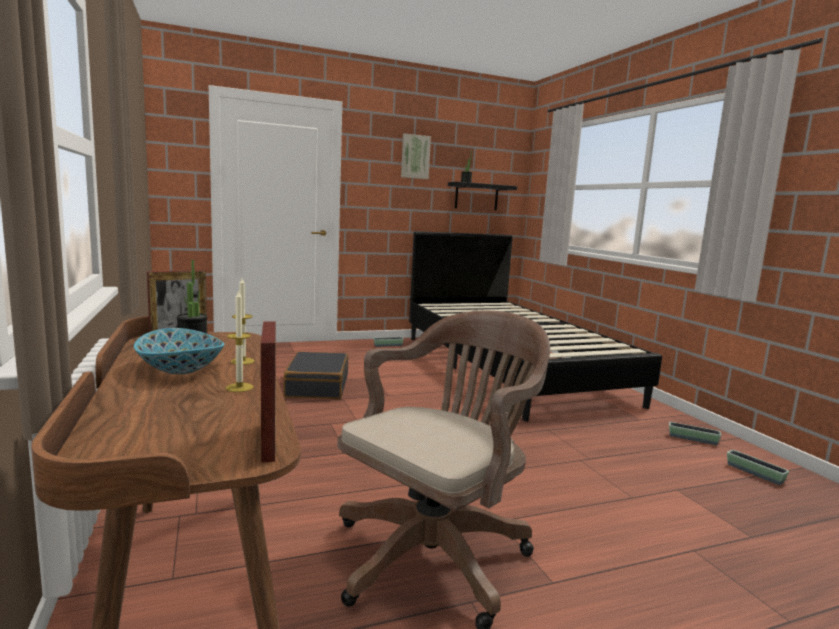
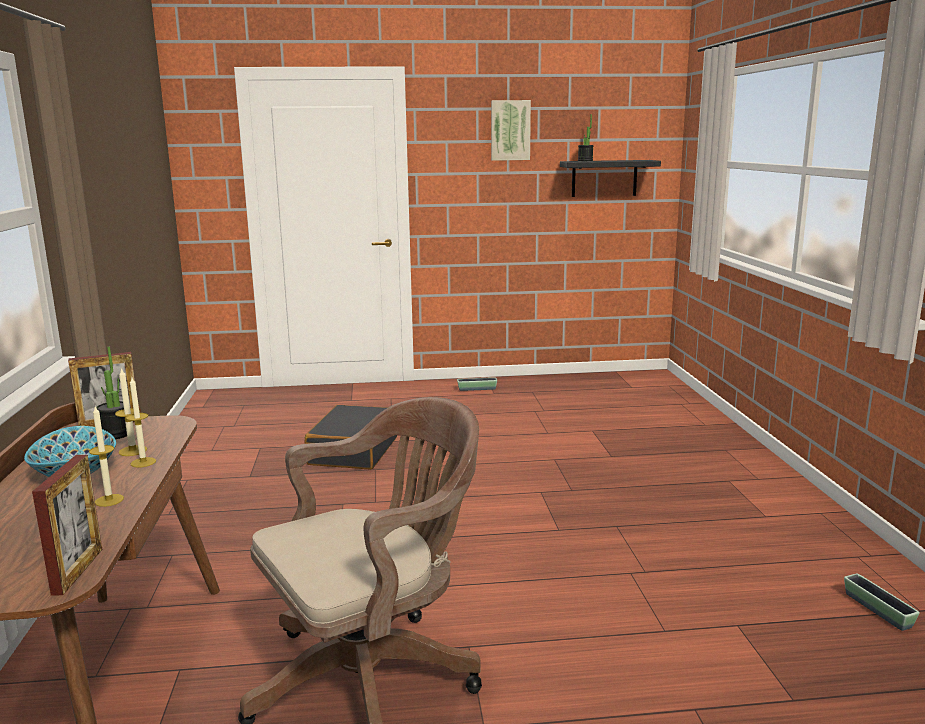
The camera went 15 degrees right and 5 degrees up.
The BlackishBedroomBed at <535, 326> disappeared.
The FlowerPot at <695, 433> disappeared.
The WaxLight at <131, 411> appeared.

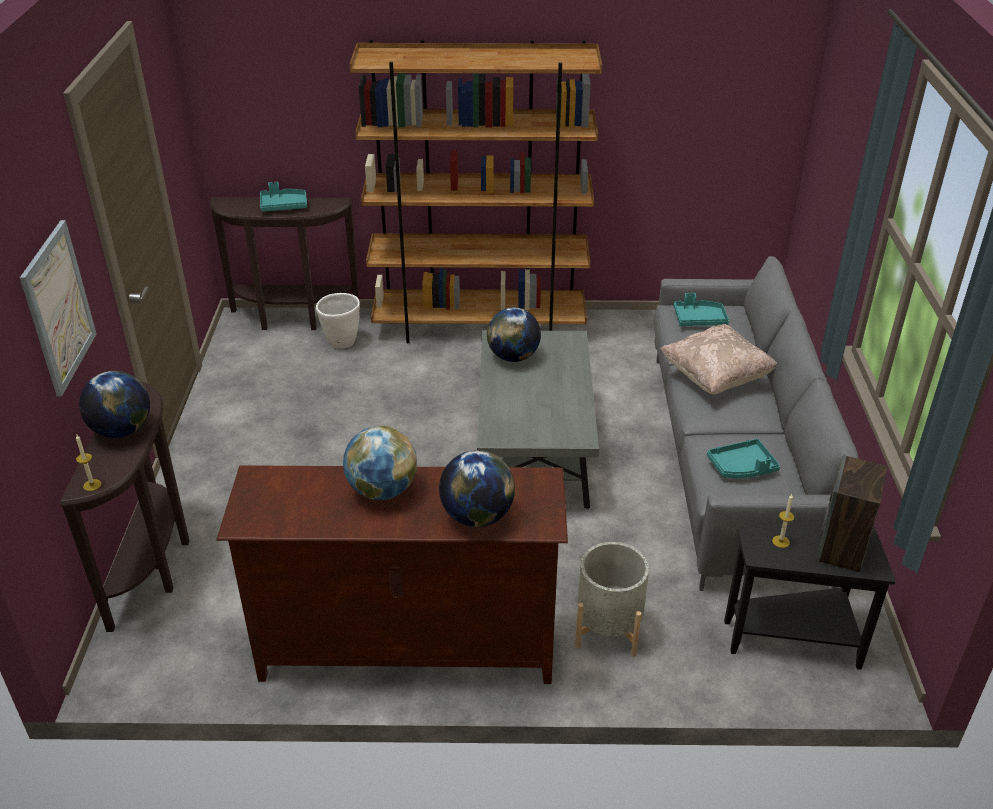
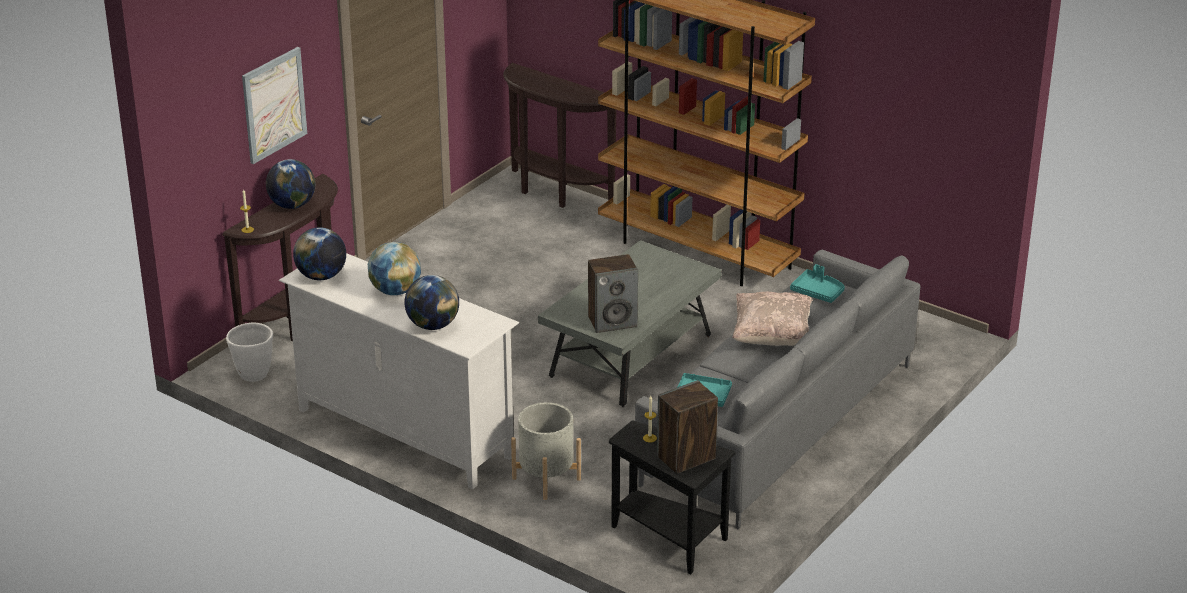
The camera went 35 degrees right and 5 degrees down.
The TurquoiseColouredCarryingTray at <283, 196> disappeared.
The Loudspeaker at <613, 293> appeared.
The WhiteColouredFlowerPot moved from <338, 321> to <249, 352>.
The Globe moved from <514, 334> to <319, 253>.
The BrownishTvUnit at <392, 574> became the WhiteColouredTvUnit at <399, 371>.

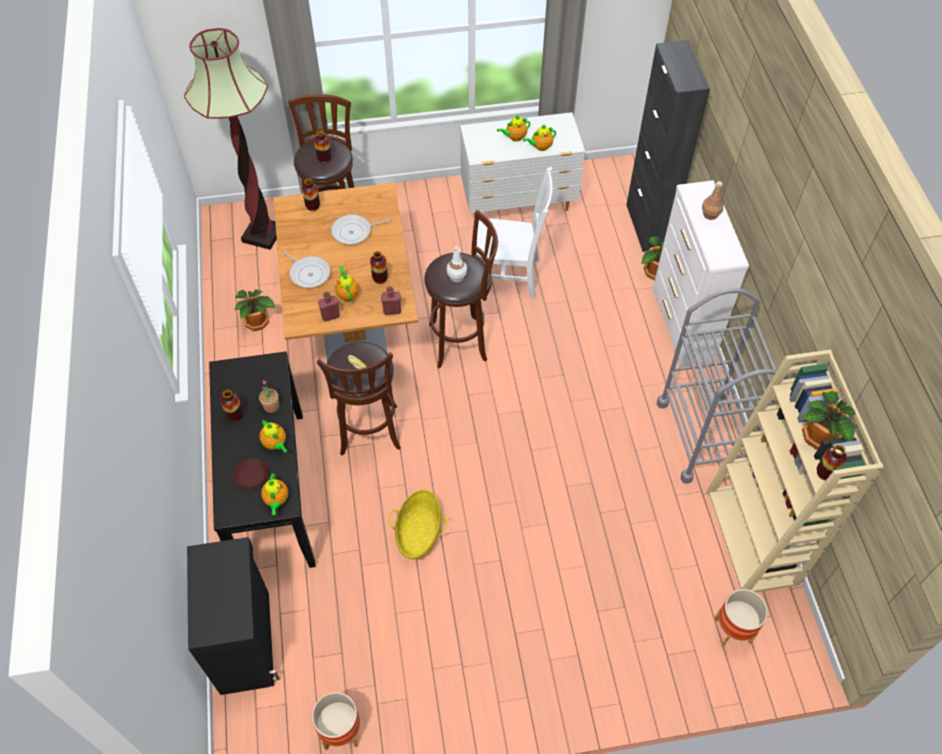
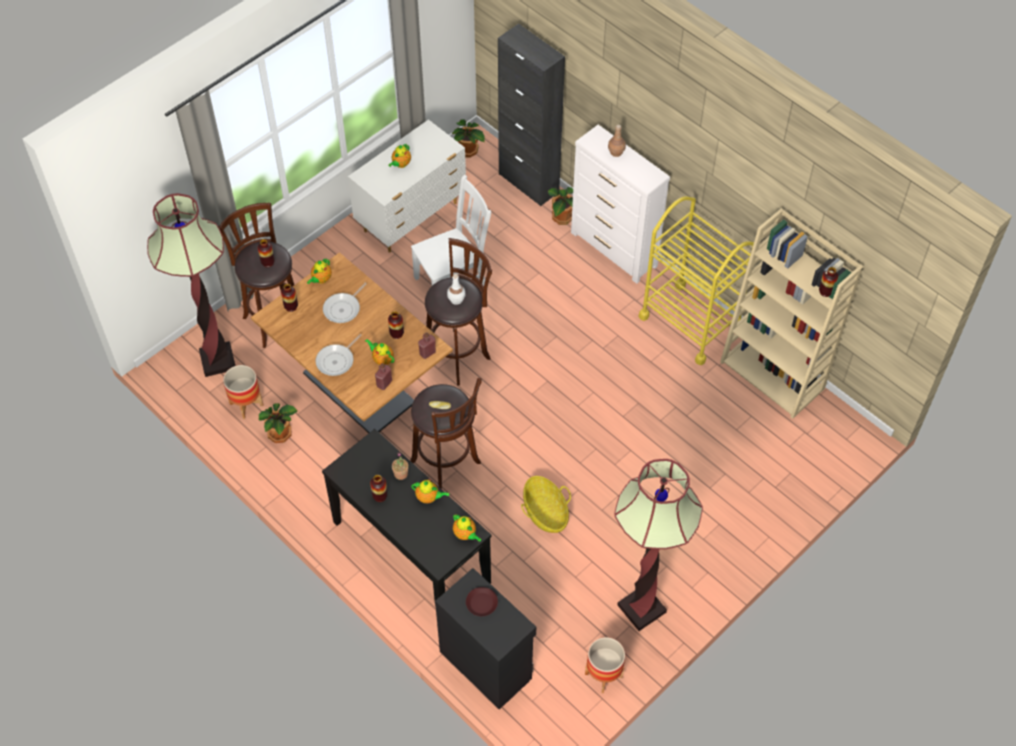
The camera went 35 degrees left and 0 degrees up.
The StandingLamp at <658, 545> appeared.
The BrownishDinnerPlate moved from <251, 474> to <482, 601>.
The Teapot moved from <539, 137> to <319, 271>.
The FlowerPot moved from <741, 618> to <243, 392>.
The Houseplant moved from <828, 420> to <468, 138>.
The GreyWheeledCart at <724, 386> became the YellowishWheeledCart at <696, 280>.
The FryingPan at <306, 269> turned 120 degrees clockwise.

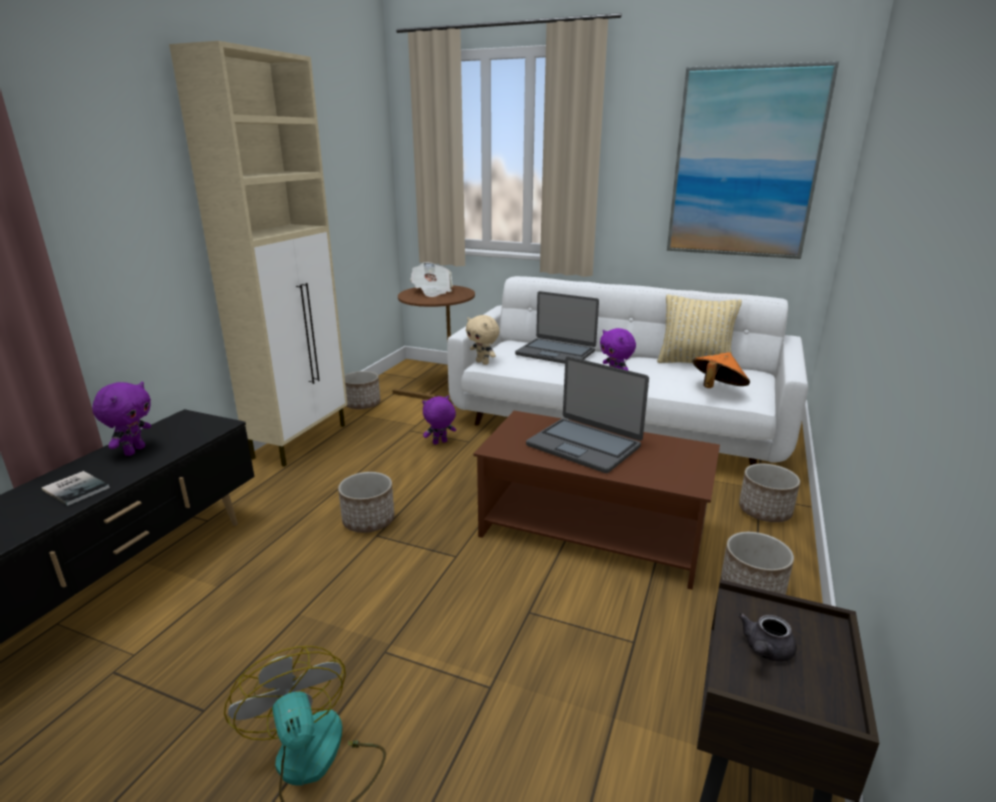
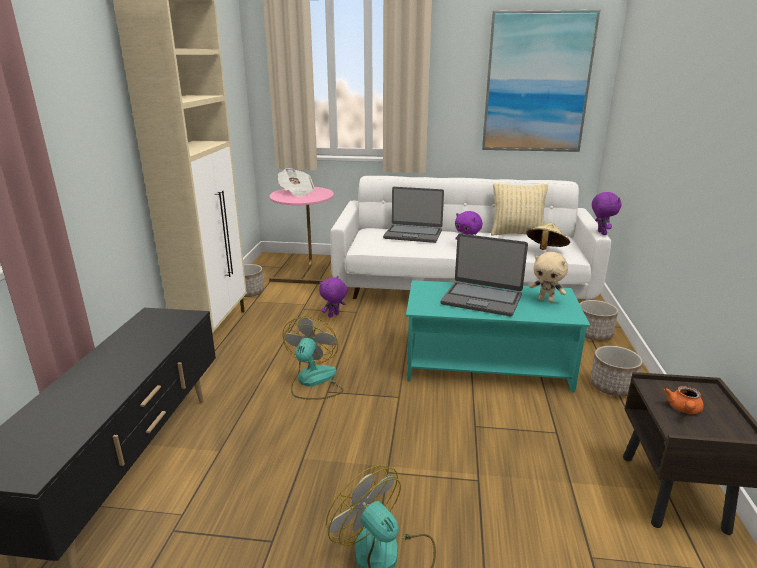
The camera went 15 degrees left and 0 degrees up.
The Volume at <76, 488> disappeared.
The PurpleSoftToy moved from <121, 418> to <606, 213>.
The BeigeColouredSoftToy moved from <483, 340> to <549, 277>.
The FlowerPot at <366, 502> was replaced by the ElectricFan at <313, 358>.
The BrownishSideTable at <433, 344> became the PinkColouredSideTable at <301, 235>.
The BrownishCoffeeTable at <597, 500> became the TurquoiseColouredCoffeeTable at <498, 336>.
The OrangeyHat at <721, 370> became the BeigeColouredHat at <548, 236>.
The GreyTeapot at <767, 637> became the OrangeyTeapot at <684, 400>.

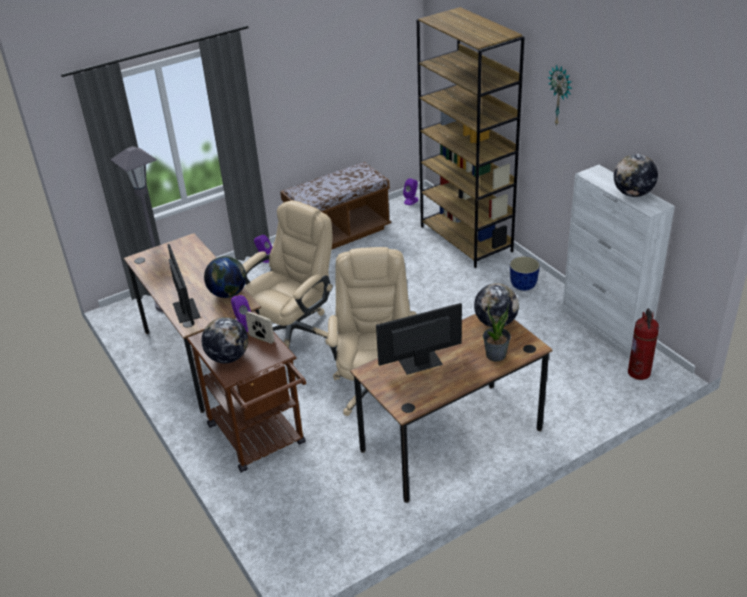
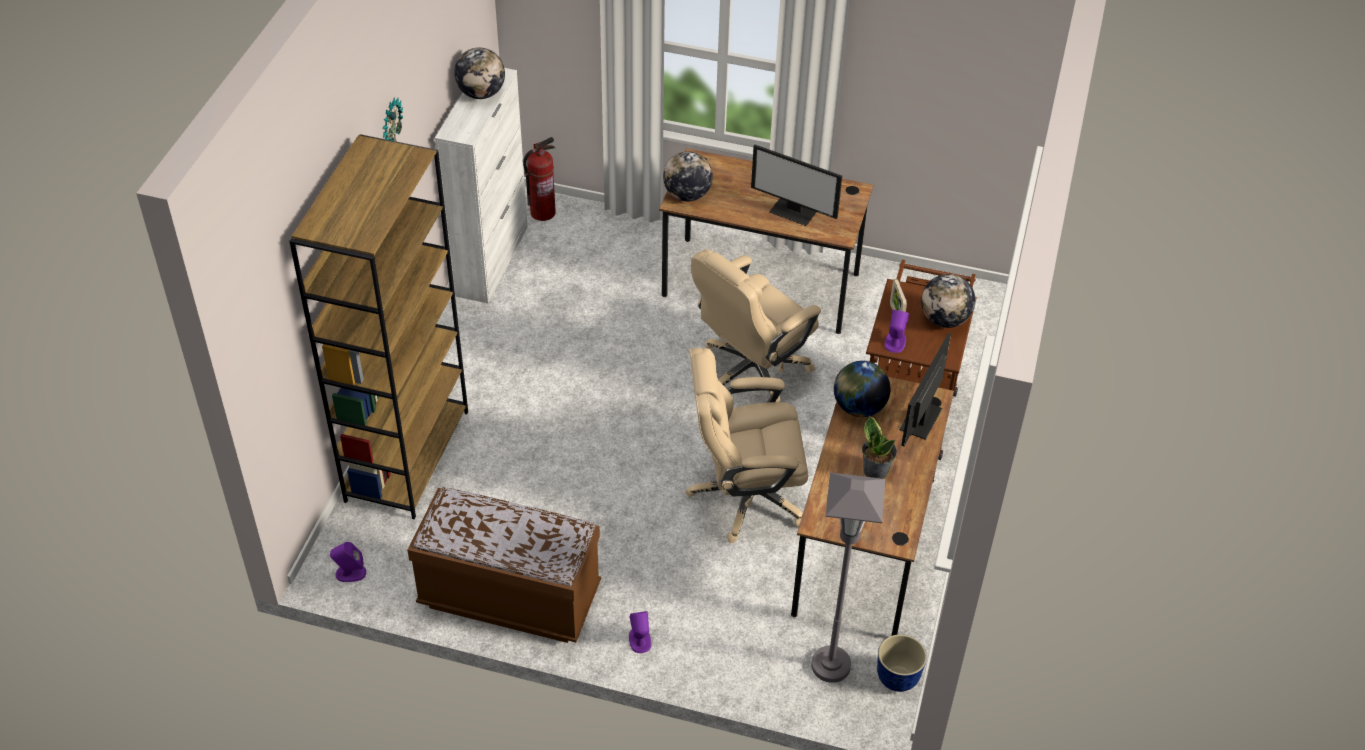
The camera went 135 degrees left and 10 degrees up.
The Houseplant moved from <497, 332> to <879, 447>.
The FlowerPot moved from <525, 273> to <902, 663>.

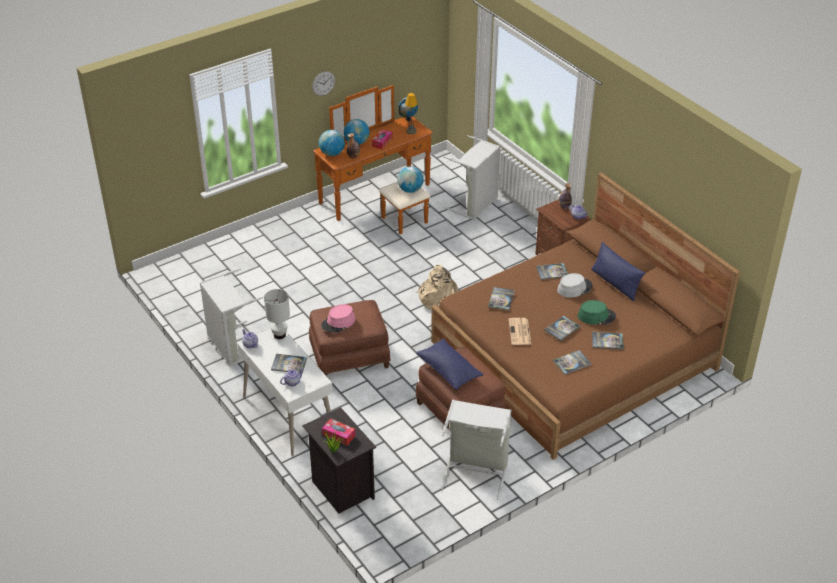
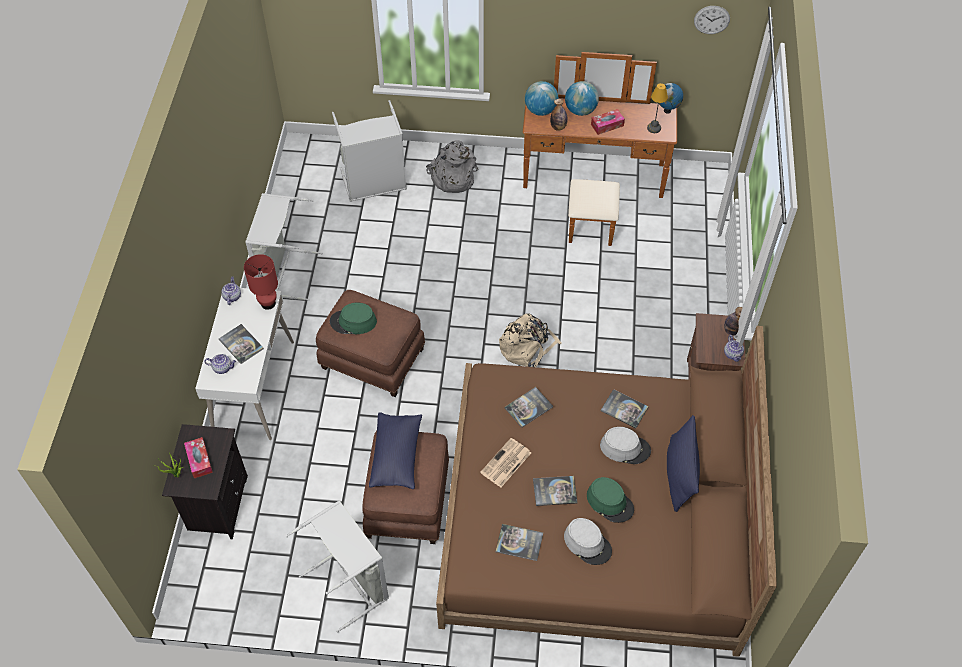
The camera went 40 degrees right and 15 degrees up.
The Globe at <410, 180> disappeared.
The GreyRucksack at <452, 166> appeared.
The HangingClock moved from <323, 83> to <712, 20>.
The GreyWashingBasket moved from <471, 177> to <369, 151>.
The Volume at <608, 341> was replaced by the GreyHat at <588, 541>.
The WhiteColouredTabletopLamp at <277, 314> became the RedTabletopLamp at <261, 282>.
The PinkColouredHat at <338, 318> became the GreenHat at <353, 318>.

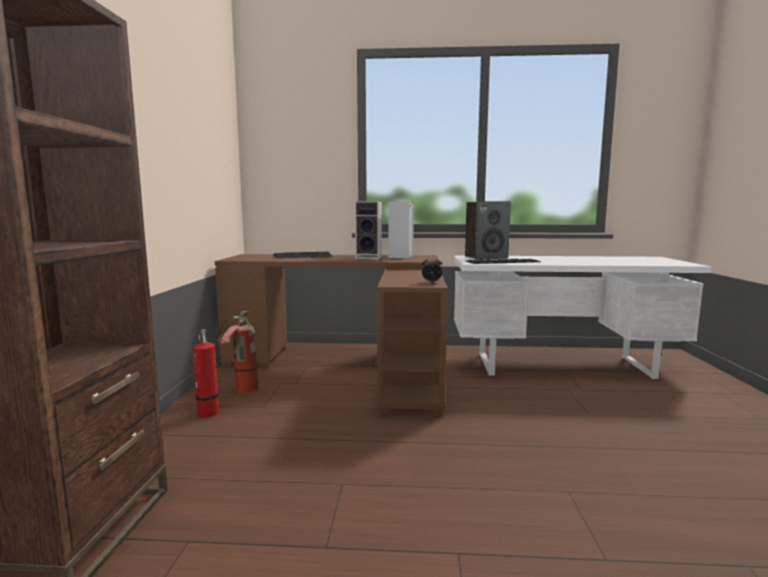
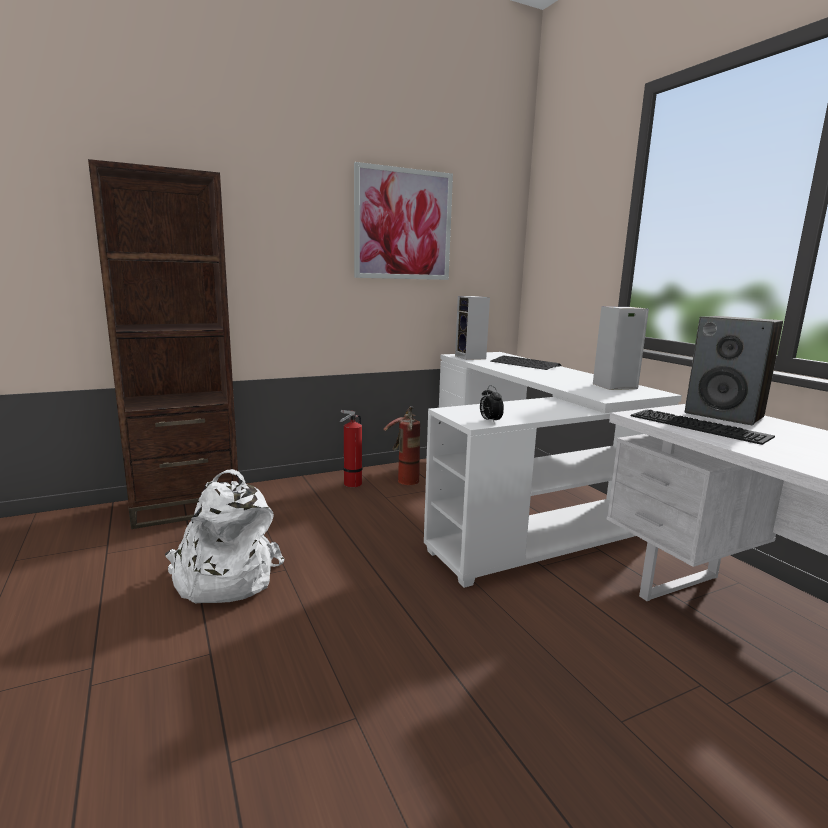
The camera went 60 degrees right and 5 degrees up.
The WhiteColouredRucksack at <225, 536> appeared.
The Picture at <403, 221> appeared.
The Loudspeaker moved from <368, 230> to <472, 328>.
The BrownishDesk at <331, 335> became the WhiteColouredDesk at <553, 470>.

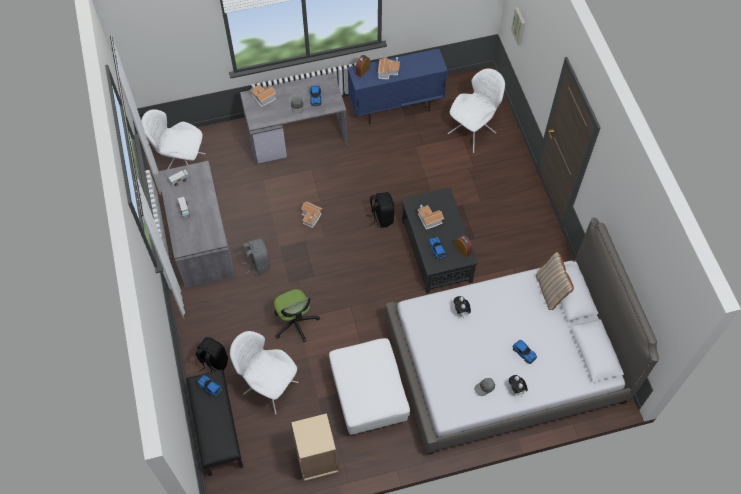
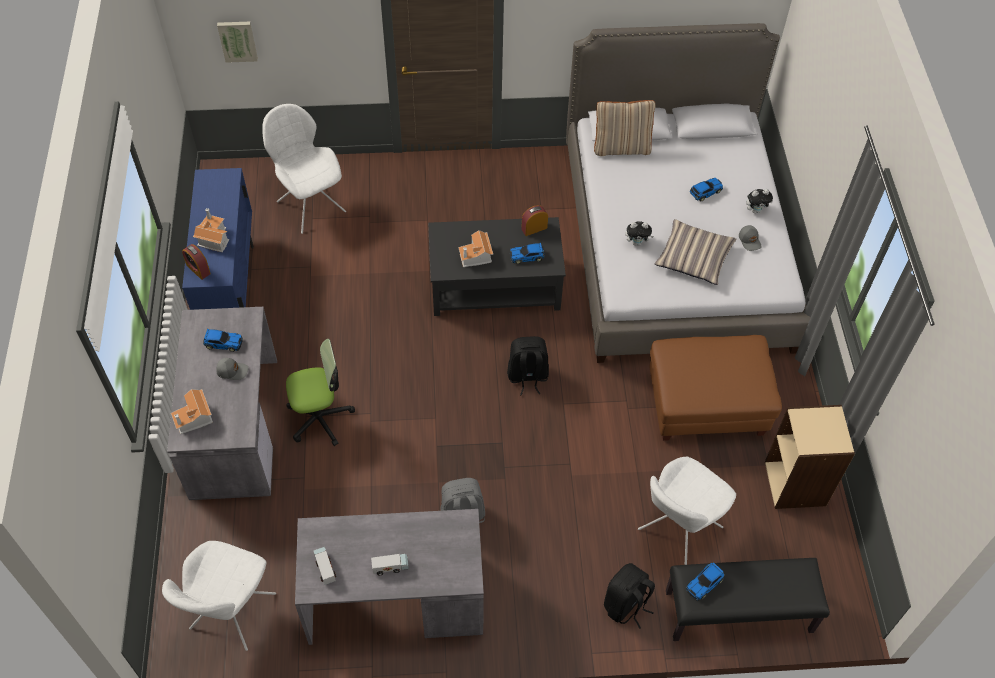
The camera went 80 degrees left and 5 degrees down.
The MiniatureHouse at <311, 214> disappeared.
The Pillow at <695, 252> appeared.
The DeskChair moved from <297, 315> to <320, 392>.
The BlackishRucksack moved from <380, 210> to <528, 366>.
The WhiteColouredFootrest at <369, 386> became the BrownishFootrest at <715, 388>.

